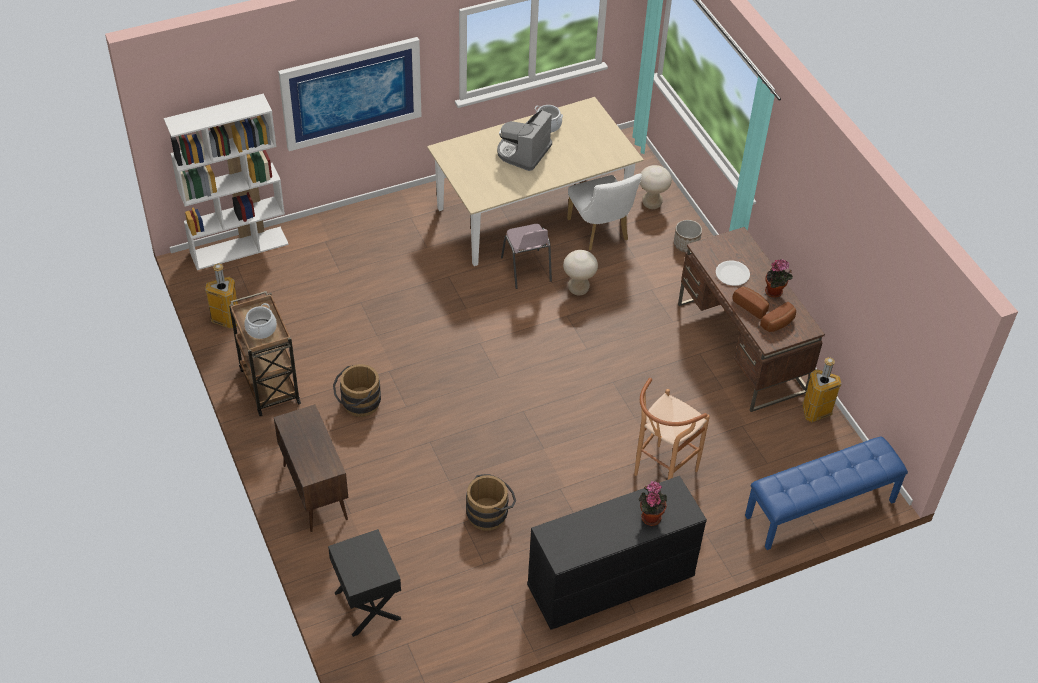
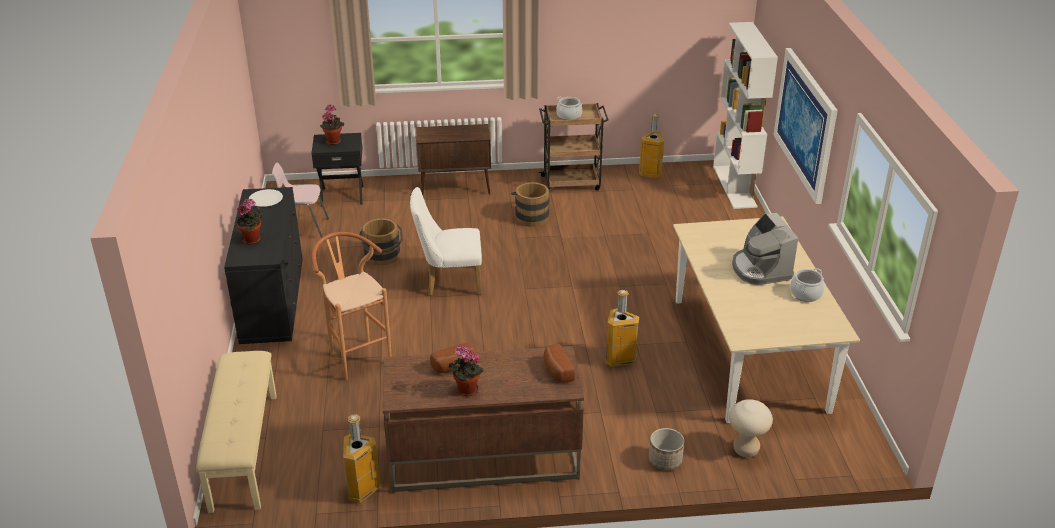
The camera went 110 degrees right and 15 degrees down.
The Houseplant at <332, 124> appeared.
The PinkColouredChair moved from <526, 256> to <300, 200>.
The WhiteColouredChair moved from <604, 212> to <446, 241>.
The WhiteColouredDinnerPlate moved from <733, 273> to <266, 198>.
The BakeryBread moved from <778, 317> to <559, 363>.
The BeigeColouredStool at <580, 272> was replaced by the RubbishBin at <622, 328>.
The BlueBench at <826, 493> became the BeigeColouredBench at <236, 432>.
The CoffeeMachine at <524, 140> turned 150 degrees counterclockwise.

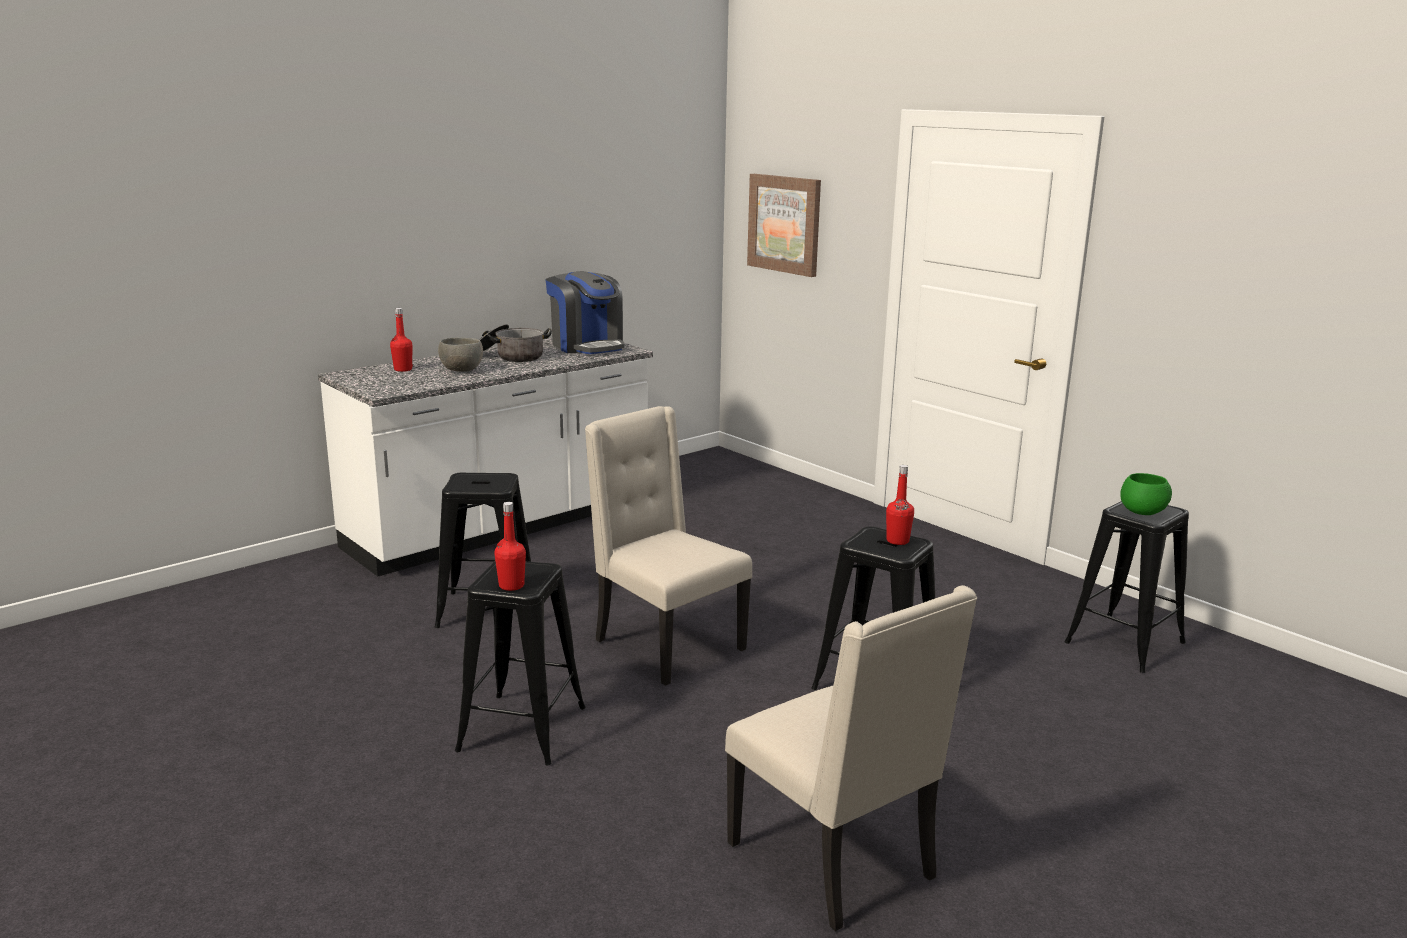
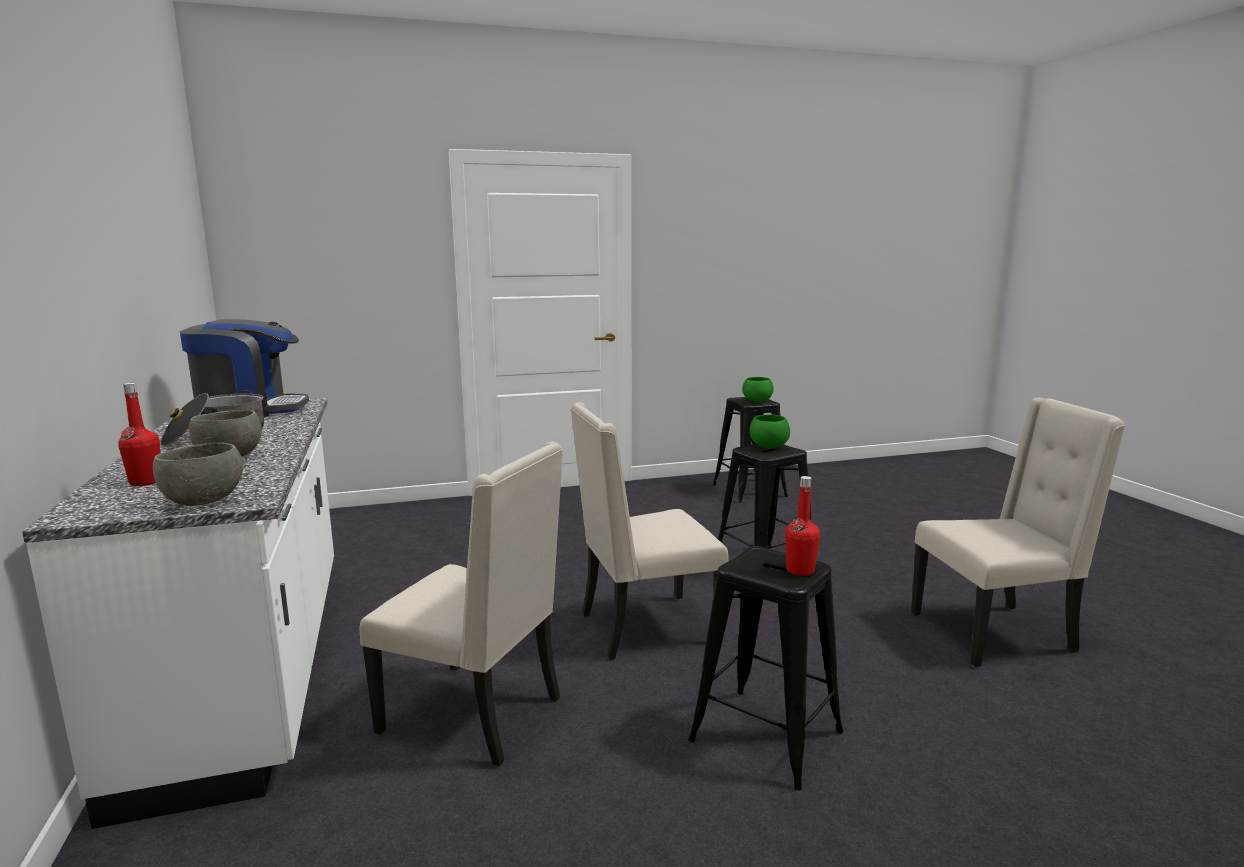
The camera went 65 degrees left and 5 degrees down.
The Picture at <784, 225> disappeared.
The GreyServingBowl at <198, 474> appeared.
The BlackishStool at <483, 550> was replaced by the BeigeColouredChair at <461, 604>.
The RedDrinkBottle at <900, 505> was replaced by the GreenServingBowl at <770, 431>.

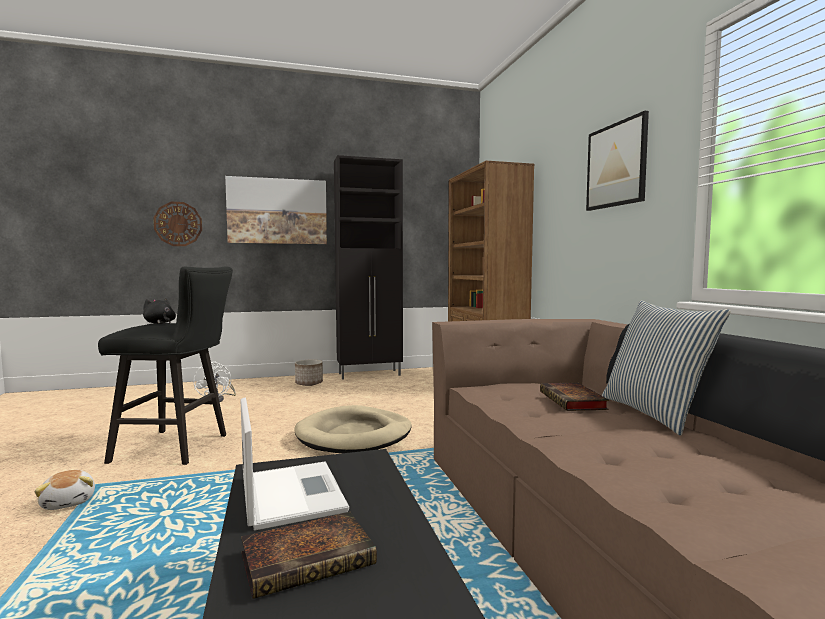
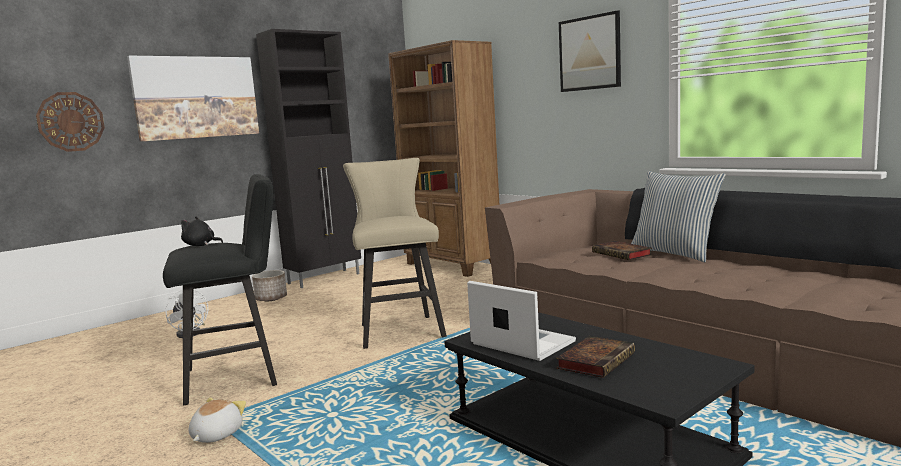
The camera went 25 degrees left and 5 degrees up.
The BeigeColouredDogCushion at <353, 429> was replaced by the BeigeColouredStool at <395, 253>.
The SoftToy at <64, 490> turned 105 degrees counterclockwise.

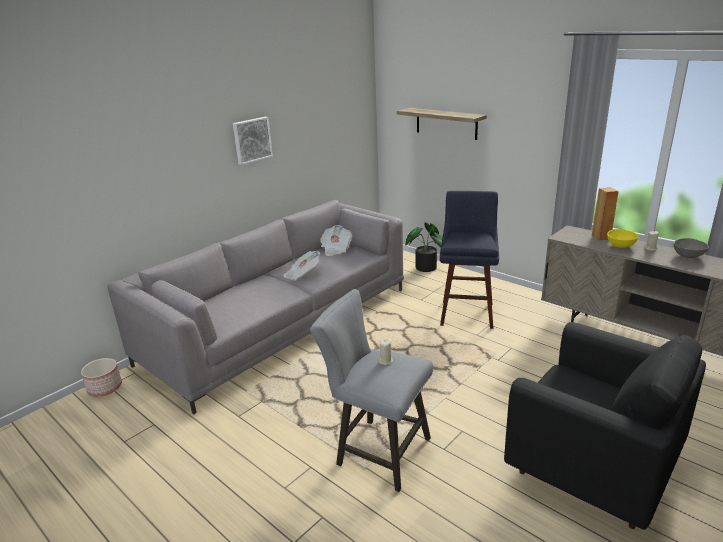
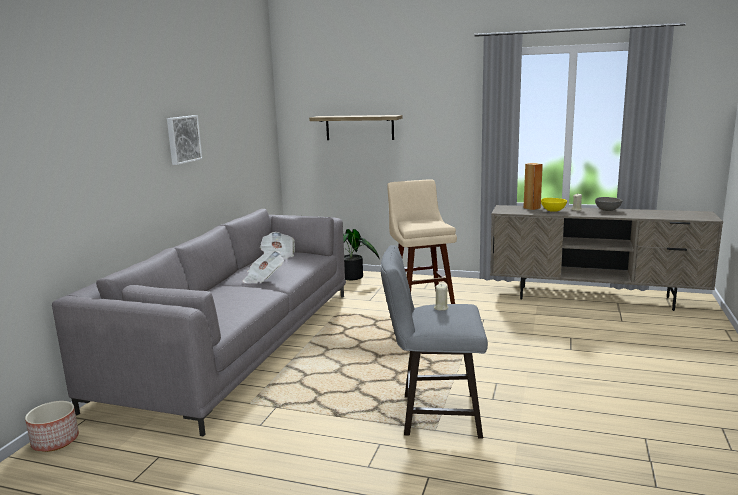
The camera went 25 degrees left and 10 degrees down.
The BlackishEasyChair at <605, 426> disappeared.
The BlueStool at <469, 260> became the BeigeColouredStool at <422, 241>.

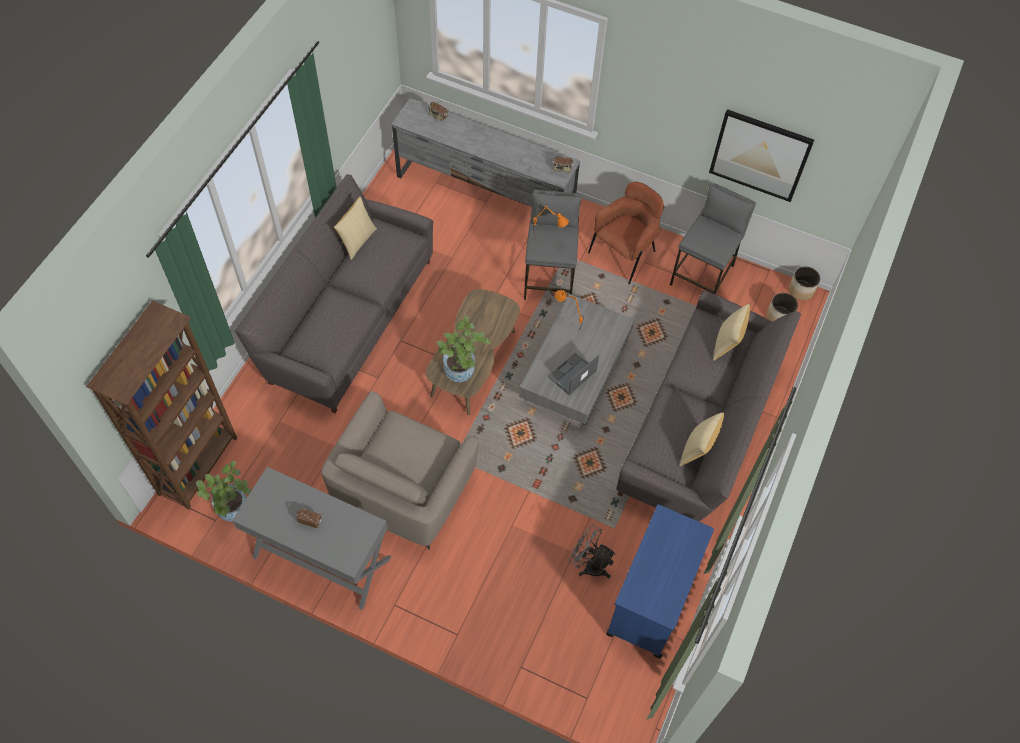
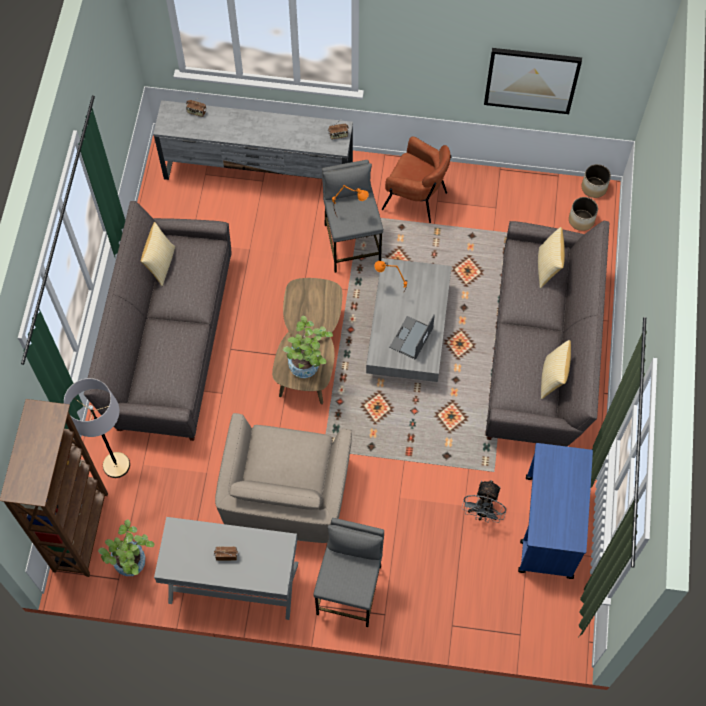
The camera went 15 degrees left and 5 degrees up.
The GreyStandingLamp at <97, 428> appeared.
The GreyStool moved from <713, 238> to <349, 572>.
The GreyElectricFan at <592, 551> turned 90 degrees counterclockwise.
The BrownishEasyChair at <626, 233> turned 90 degrees clockwise.

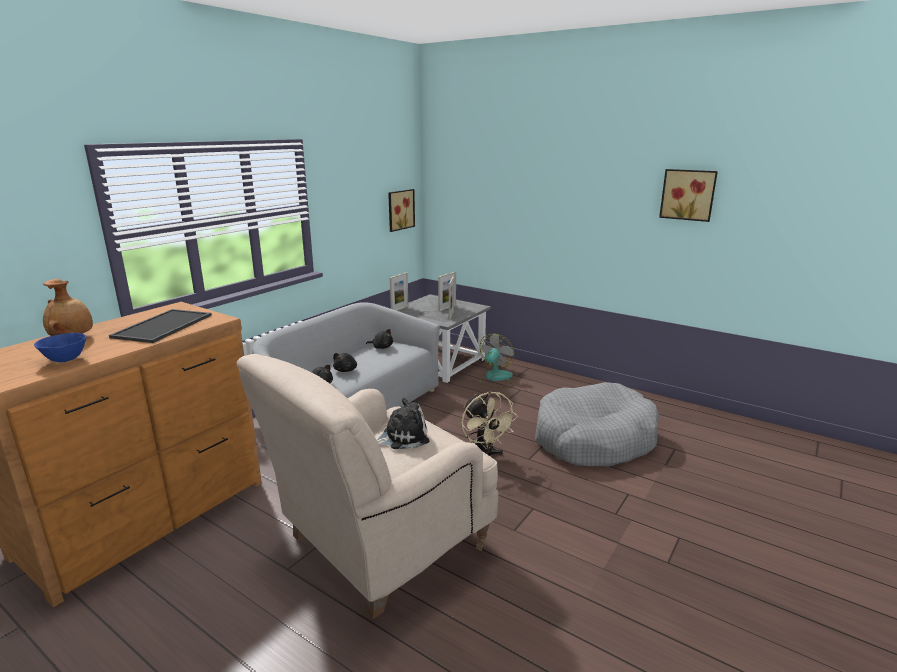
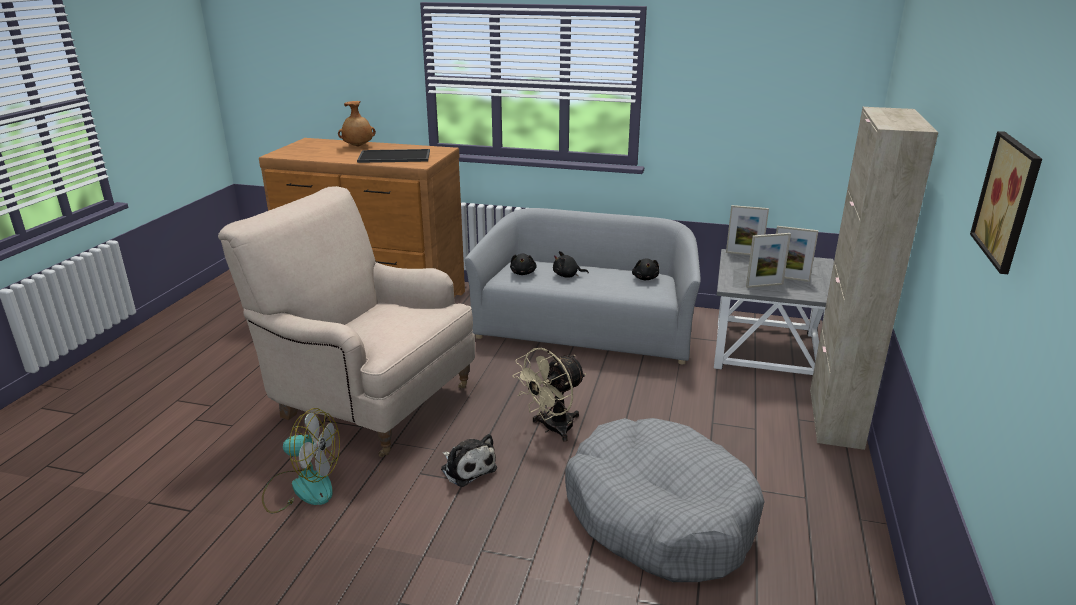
The camera went 70 degrees right and 5 degrees up.
The BlueServingBowl at <60, 348> disappeared.
The Picture at <401, 210> disappeared.
The BeigeColouredStorageCabinet at <874, 278> appeared.
The SoftToy moved from <403, 423> to <469, 460>.
The ElectricFan moved from <497, 361> to <301, 460>.

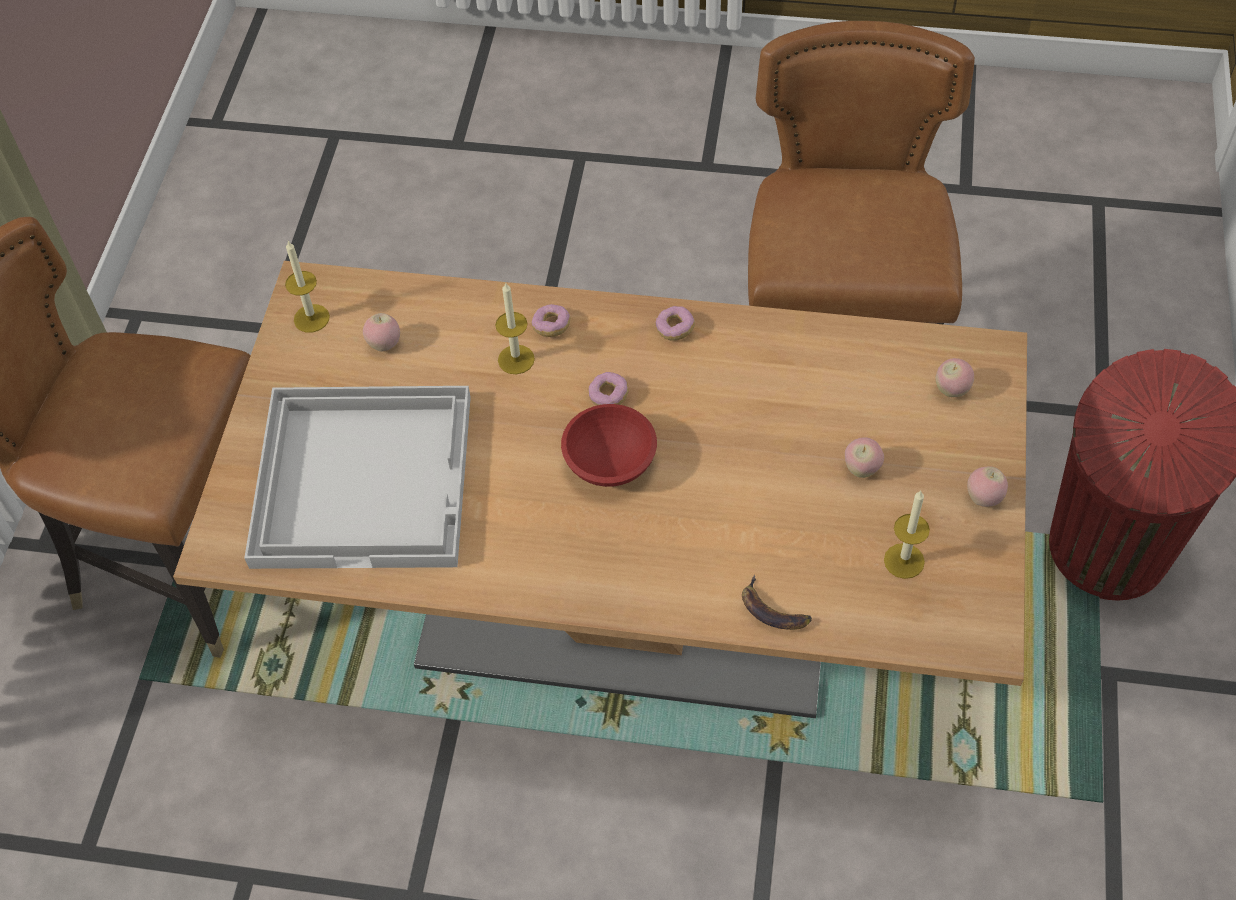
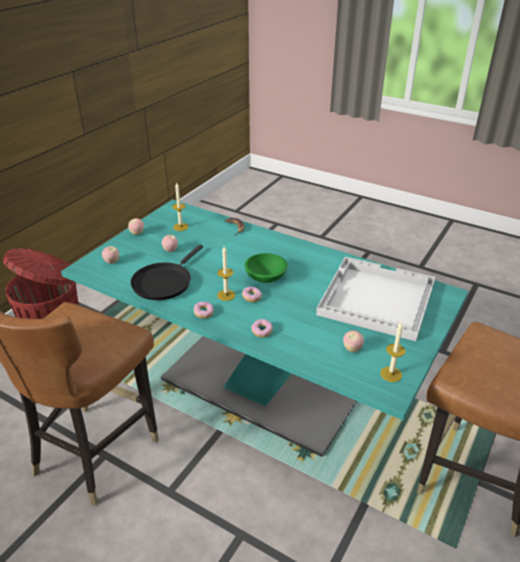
The camera went 160 degrees left and 20 degrees down.
The BlackishFryingPan at <167, 272> appeared.
The WaxLight moved from <515, 328> to <226, 273>.
The BeigeColouredDiningTable at <600, 489> became the TurquoiseColouredDiningTable at <265, 328>.
The RedServingBowl at <609, 445> became the GreenServingBowl at <266, 268>.

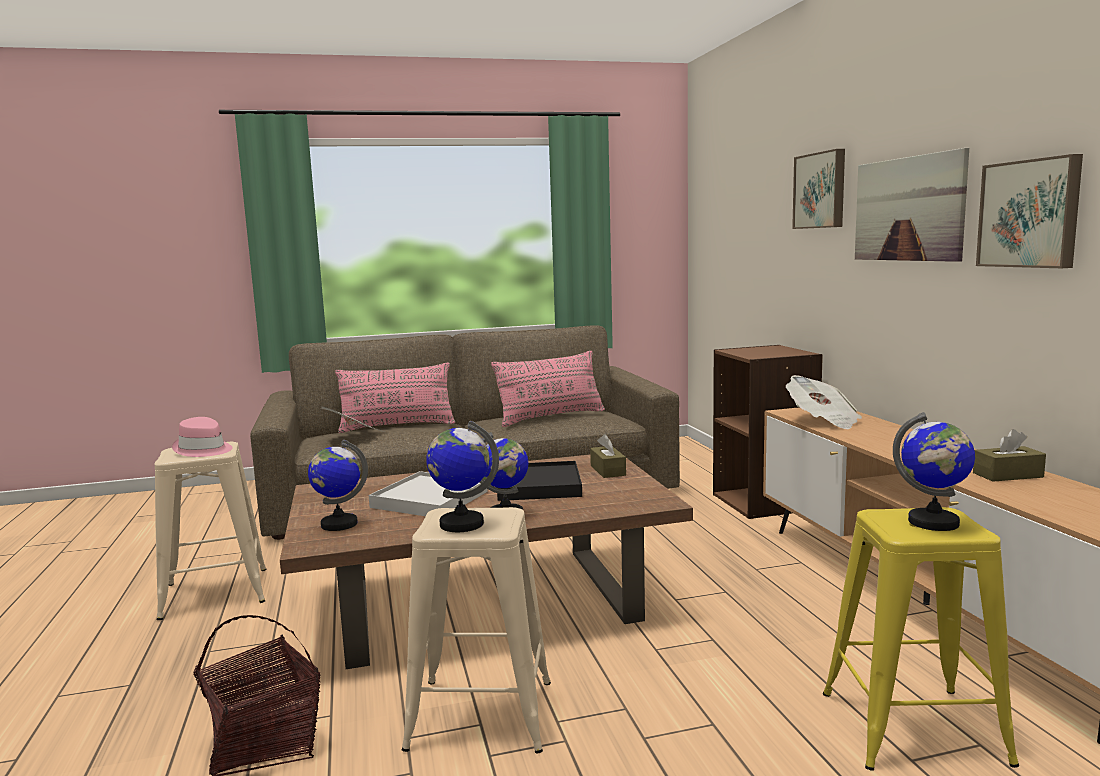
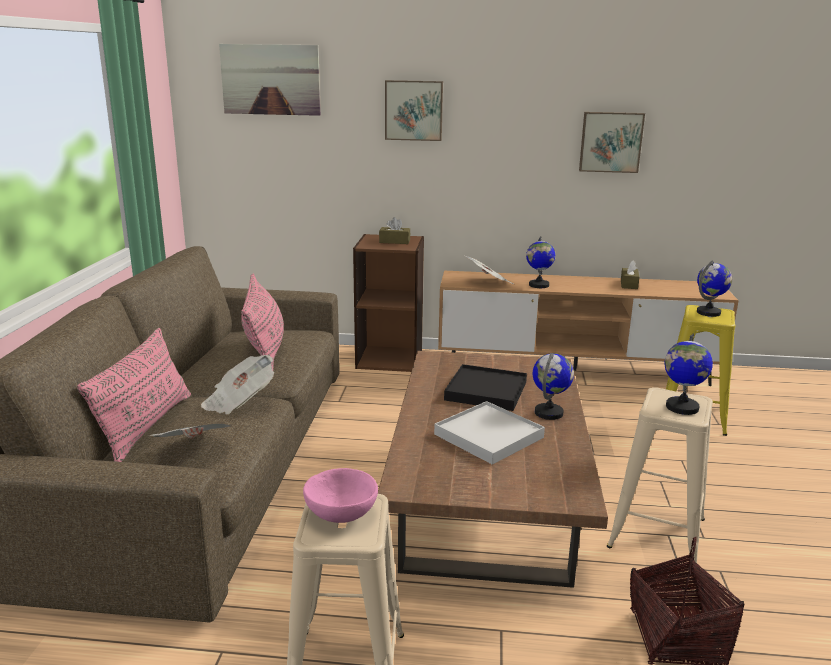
The camera went 70 degrees left and 10 degrees up.
The Newspaper at <237, 385> appeared.
The Globe moved from <338, 485> to <540, 262>.
The BrownishTissueHolder moved from <608, 456> to <394, 230>.
The Picture moved from <912, 205> to <270, 80>.
The PinkColouredHat at <202, 437> was replaced by the PinkColouredServingBowl at <340, 495>.

